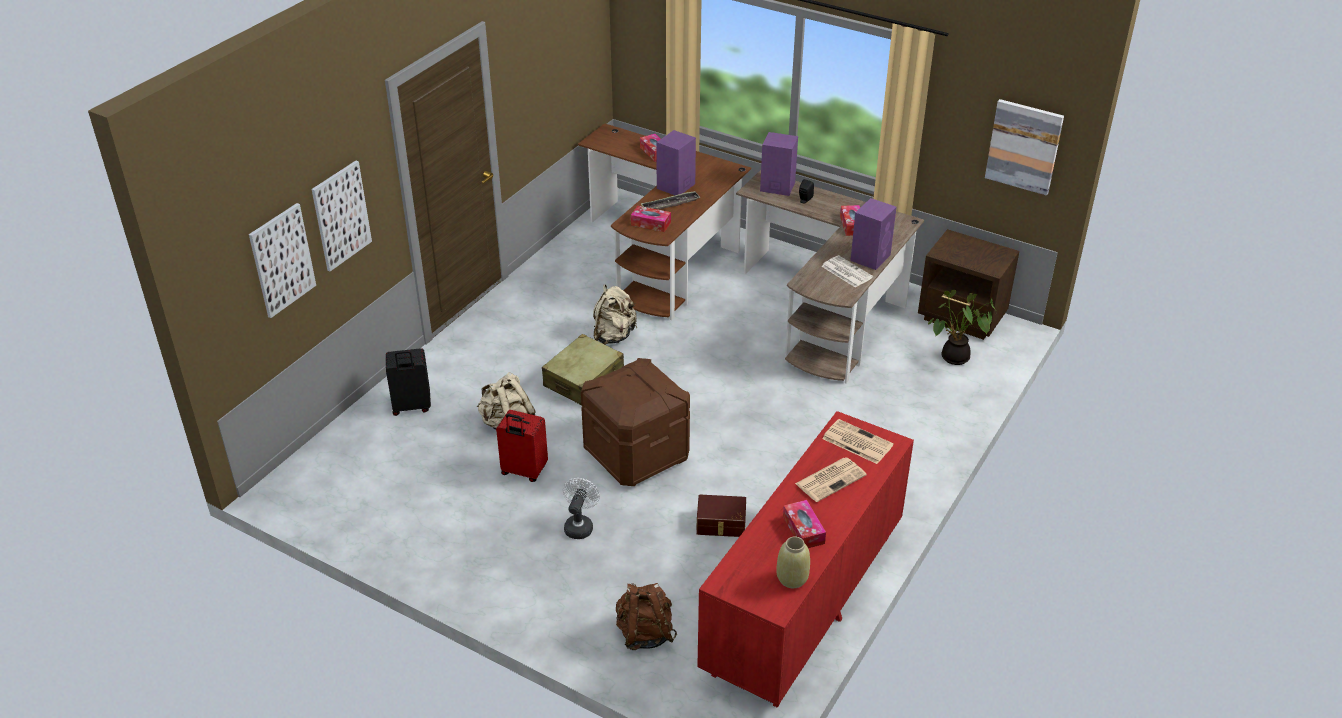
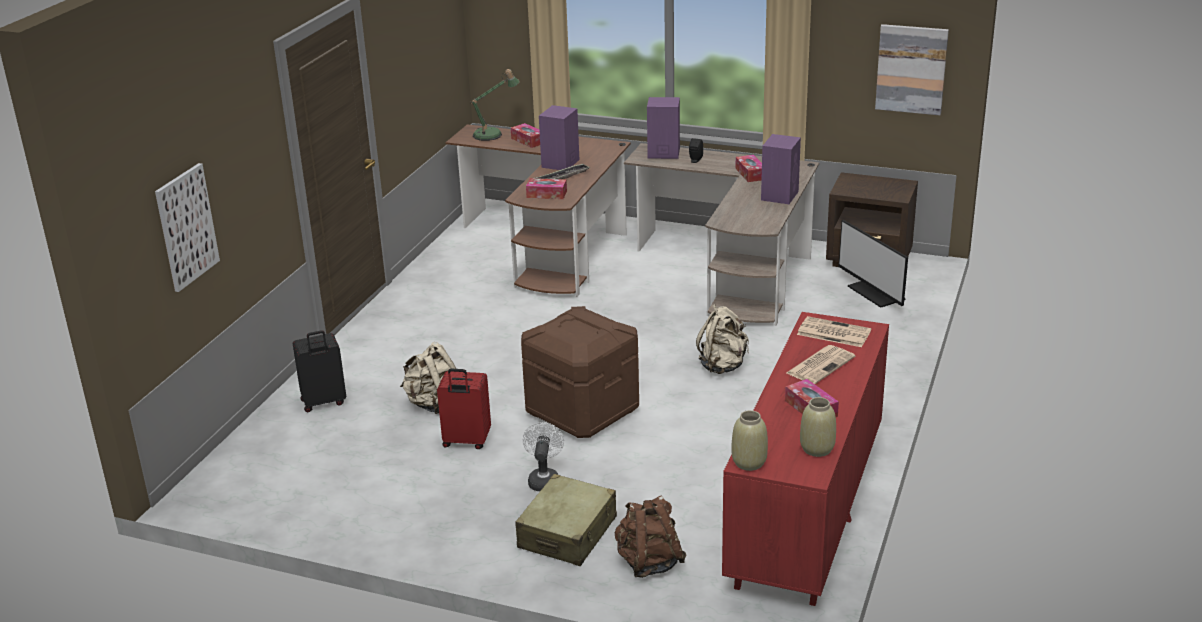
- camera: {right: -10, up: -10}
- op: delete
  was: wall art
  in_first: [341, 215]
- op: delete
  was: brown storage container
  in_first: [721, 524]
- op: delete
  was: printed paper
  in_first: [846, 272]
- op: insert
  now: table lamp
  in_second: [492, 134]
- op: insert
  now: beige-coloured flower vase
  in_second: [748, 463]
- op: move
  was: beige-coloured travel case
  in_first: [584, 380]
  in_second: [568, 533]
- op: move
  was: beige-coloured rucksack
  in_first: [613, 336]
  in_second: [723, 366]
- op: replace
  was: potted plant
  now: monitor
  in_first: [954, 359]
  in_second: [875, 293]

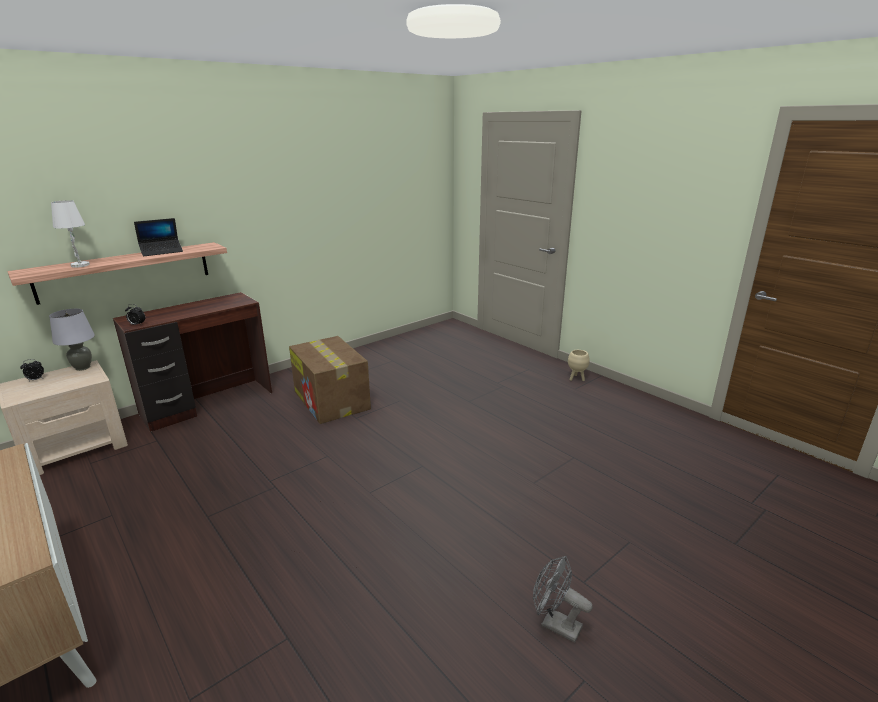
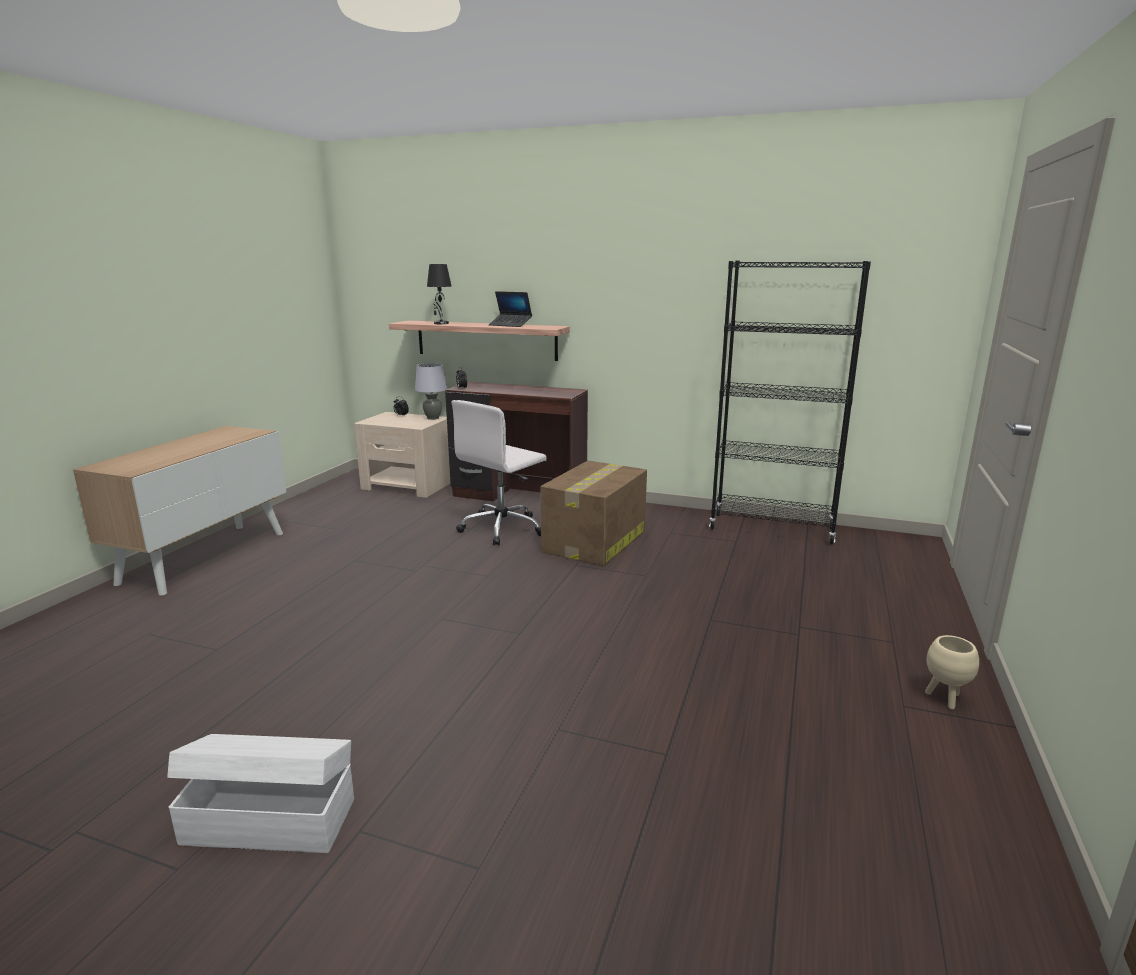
- camera: {right: 60, up: -5}
- op: insert
  now: white desk chair
  in_second: [503, 528]
- op: insert
  now: black bookshelf
  in_second: [772, 529]
- op: replace
  was: gray electric fan
  now: white storage container
  in_first: [555, 624]
  in_second: [269, 819]
- op: recolor
  was: white table lamp
  now: black table lamp
  in_first: [80, 265]
  in_second: [441, 323]

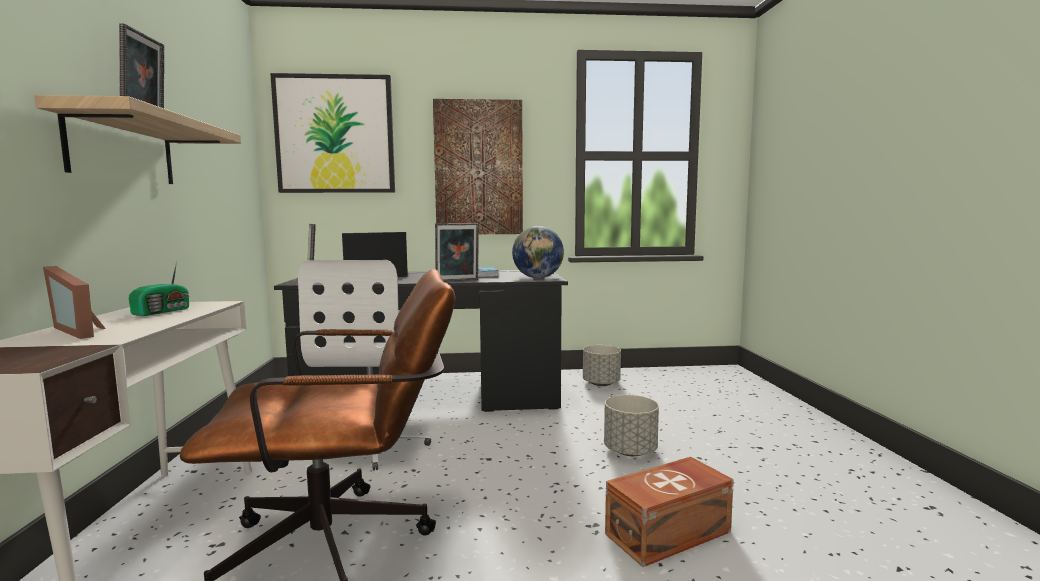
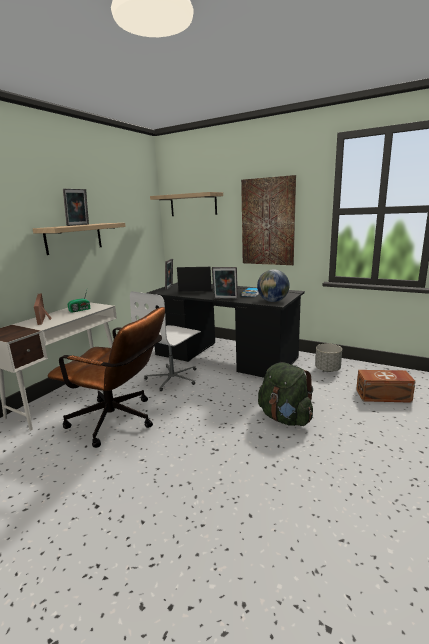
- camera: {right: 35, up: 10}
- op: move
  was: brown storage container
  in_first: [670, 533]
  in_second: [384, 396]
- op: replace
  was: wall art
  now: wall shelf
  in_first: [335, 134]
  in_second: [193, 205]
- op: replace
  was: gray flower pot
  now: green rucksack
  in_first: [630, 451]
  in_second: [285, 418]

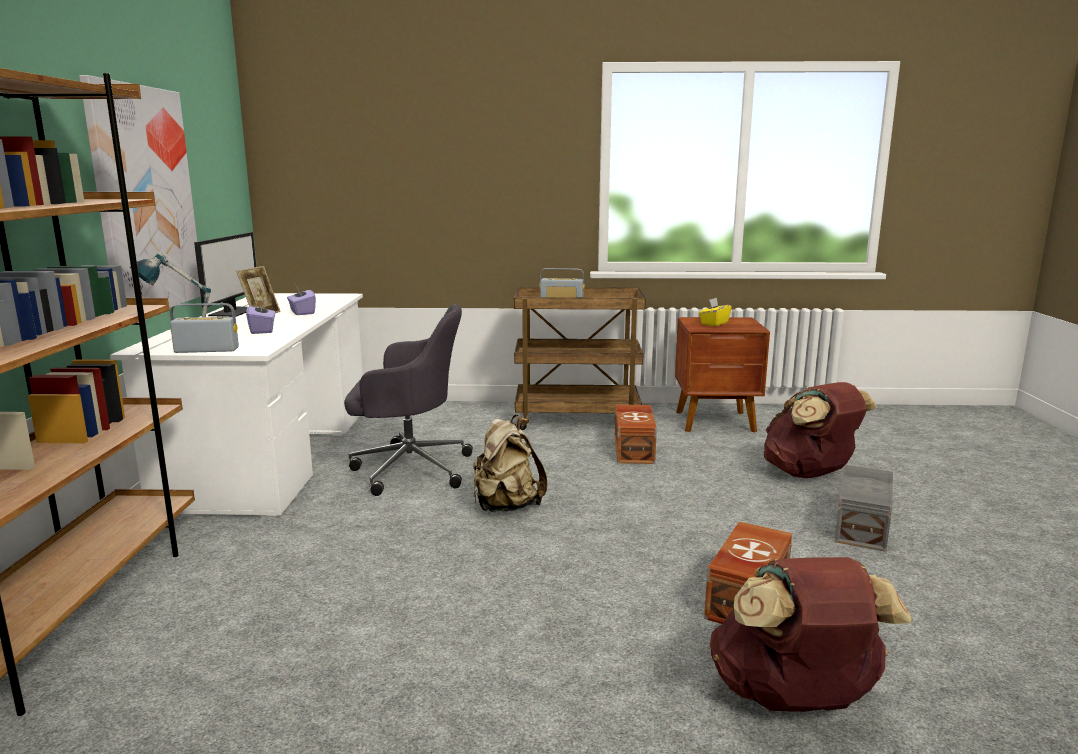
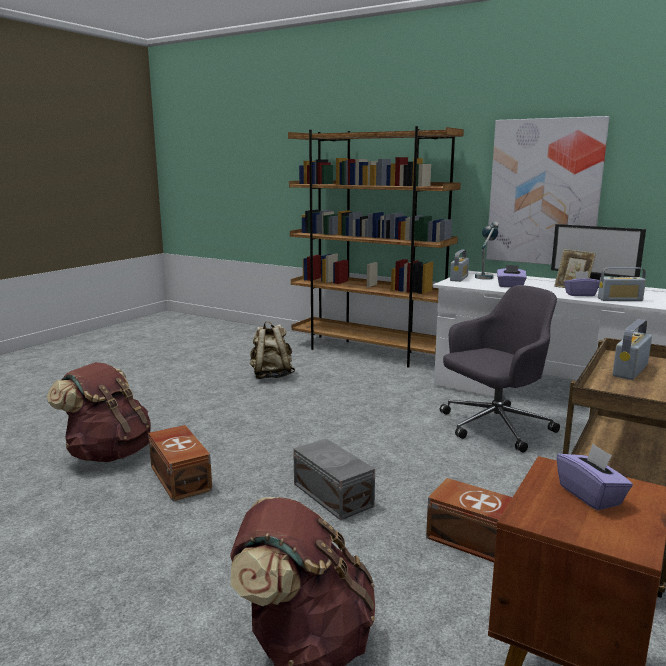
- camera: {right: 120, up: 0}
- op: insert
  now: radio
  in_second: [620, 299]
- op: move
  was: beige-coloured rucksack
  in_first: [506, 507]
  in_second: [271, 376]
- op: move
  was: gray storage container
  in_first: [863, 526]
  in_second: [332, 496]
- op: recolor
  was: yellow-coloured box of tissues
  now: purple-coloured box of tissues
  in_first: [714, 323]
  in_second: [590, 495]
- op: rotate
  was: gray desk chair
  in_first: [408, 468]
  in_second: [494, 427]
  clockwise: -150

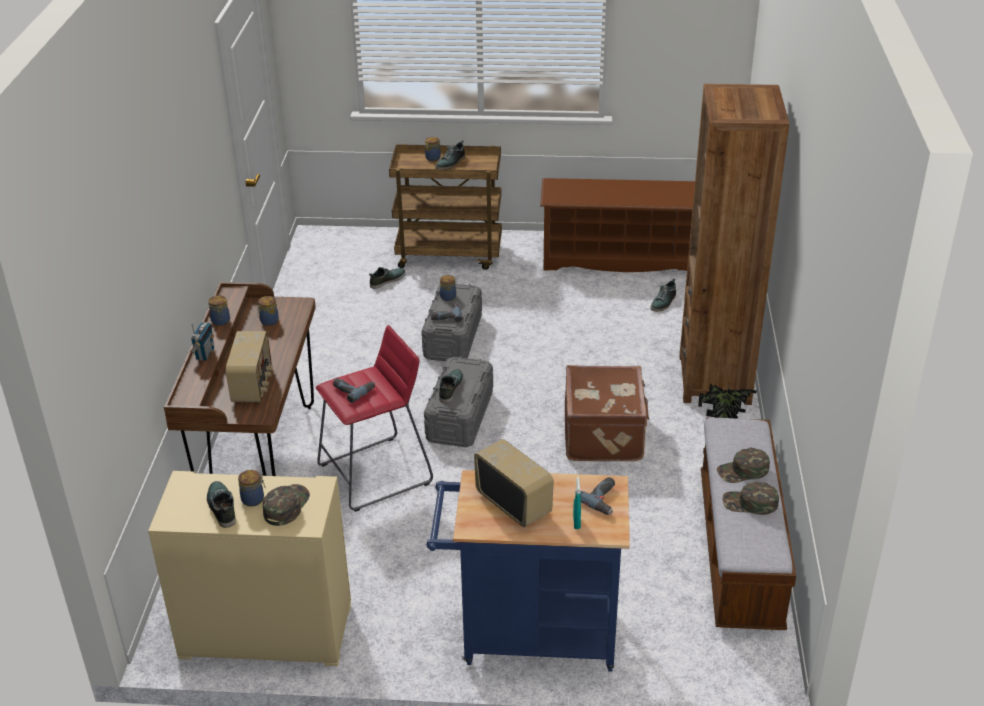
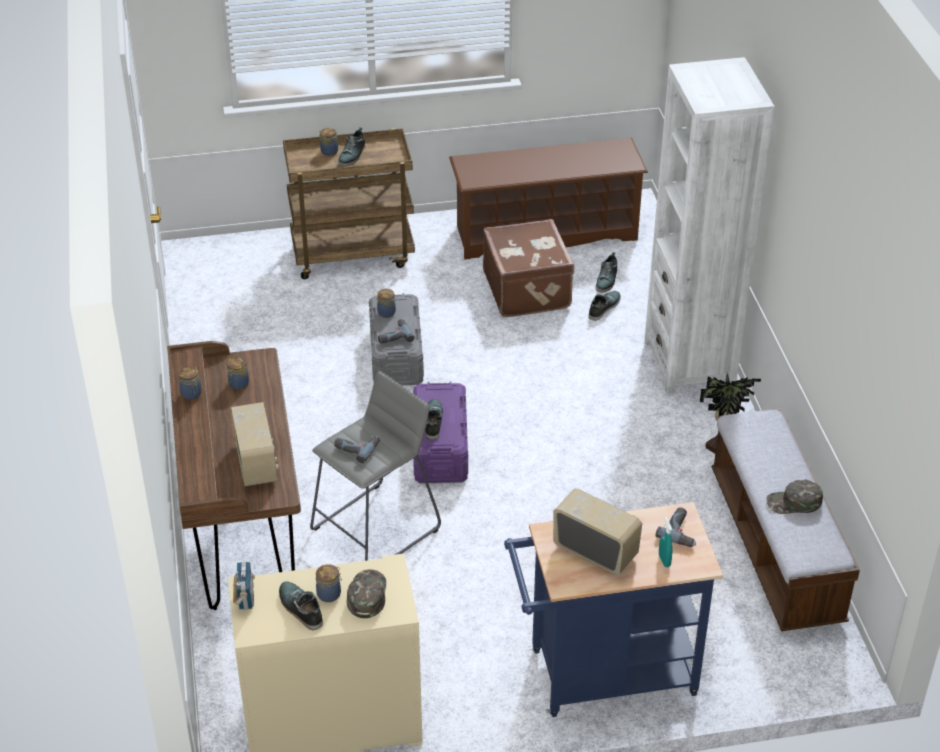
- camera: {right: -15, up: 5}
- op: delete
  was: green peaked cap
  in_first: [743, 471]
- op: move
  was: radio
  in_first: [204, 354]
  in_second: [245, 599]
- op: move
  was: low shoe
  in_first: [387, 280]
  in_second: [603, 307]
- op: move
  was: brown travel case
  in_first: [605, 435]
  in_second: [528, 290]
- op: recolor
  was: reddish sitting stool
  now: gray sitting stool
  in_first: [375, 474]
  in_second: [376, 529]
- op: recolor
  was: gray storage container
  now: purple-coloured storage container
  in_first: [459, 417]
  in_second: [440, 448]
- op: recolor
  was: brown bookshelf
  now: white bookshelf
  in_first: [715, 379]
  in_second: [690, 362]

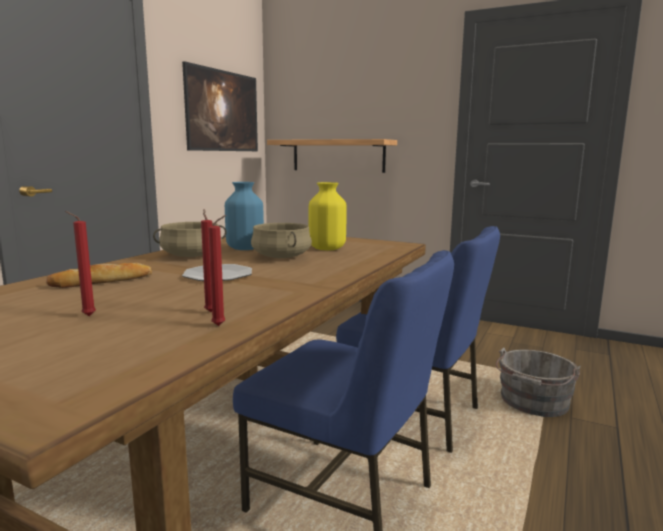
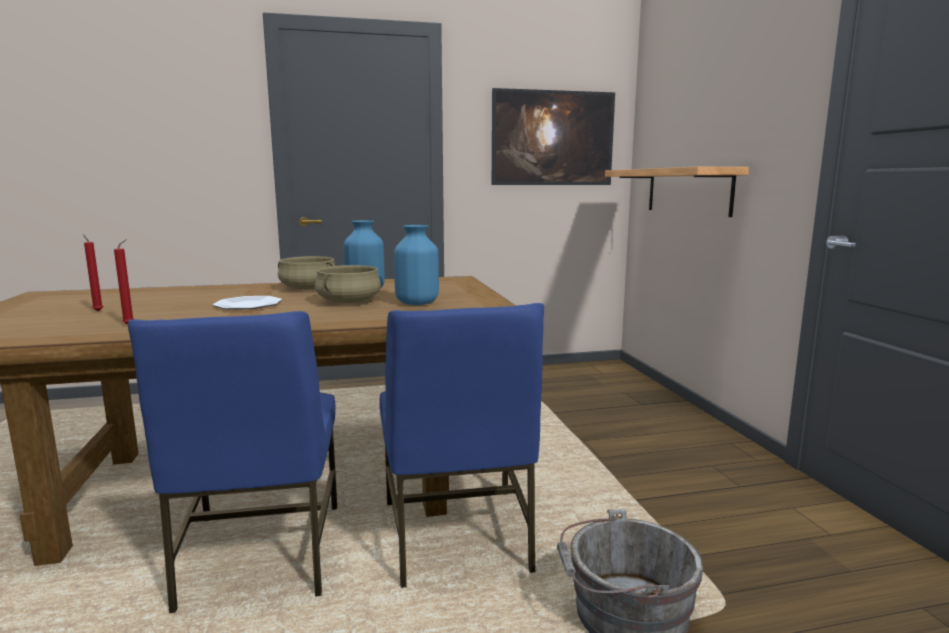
- camera: {right: 50, up: 0}
- op: delete
  was: baked bread
  in_first: [103, 281]
- op: delete
  was: reddish wax candle
  in_first: [221, 326]
- op: recolor
  was: yellow-coloured flower vase
  now: bluish flower vase
  in_first: [327, 248]
  in_second: [417, 303]

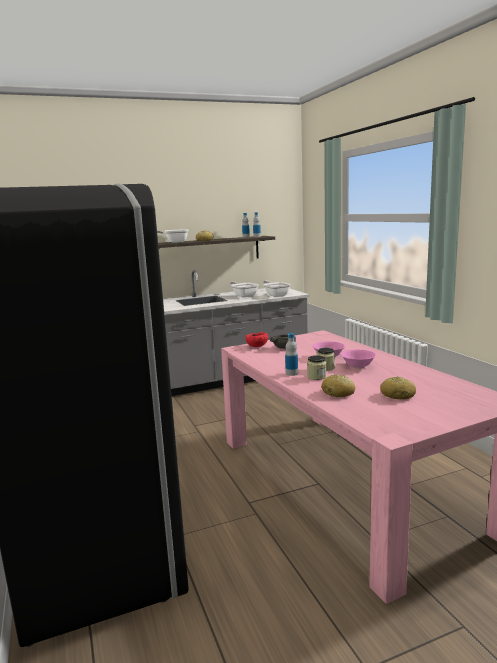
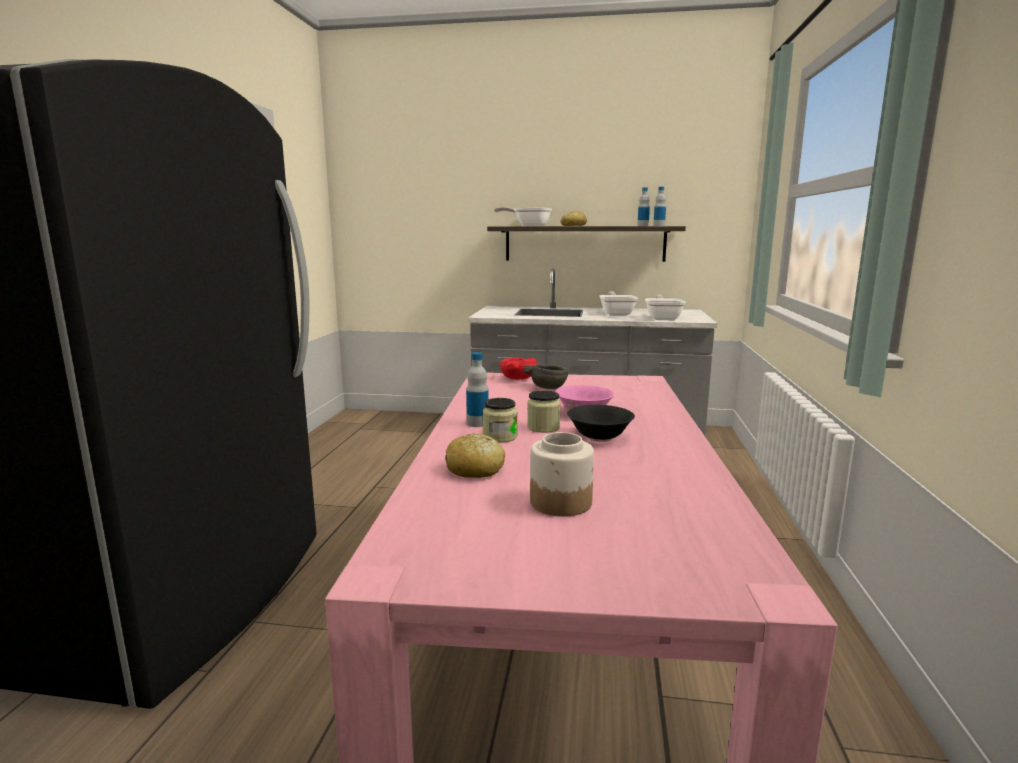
- camera: {right: 30, up: 0}
- op: replace
  was: baked bread
  now: jar
  in_first: [398, 395]
  in_second: [561, 502]
- op: recolor
  was: pinkish deep dish
  now: black deep dish
  in_first: [358, 366]
  in_second: [599, 437]

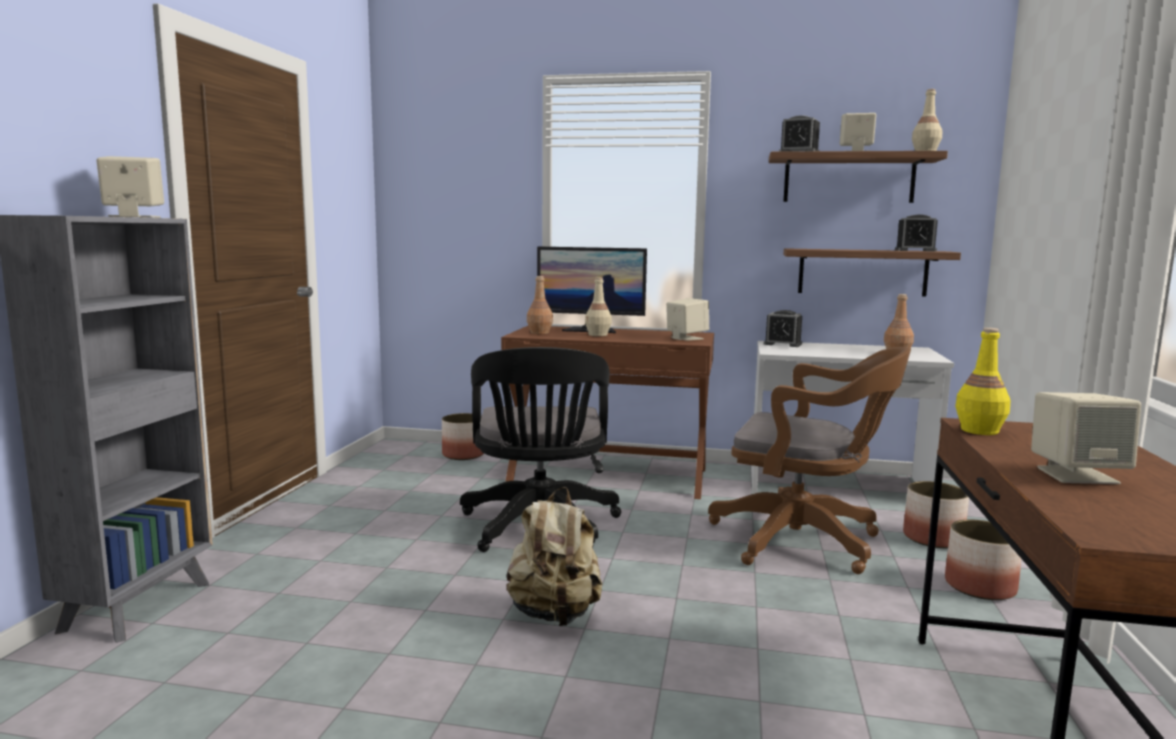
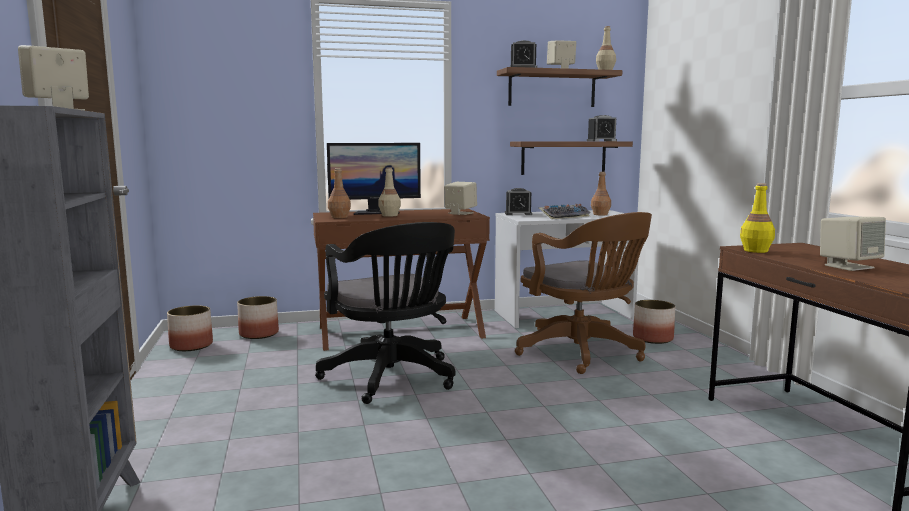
- camera: {right: -25, up: 0}
- op: delete
  was: beige-coloured rucksack
  in_first: [555, 614]
- op: insert
  now: computer keyboard
  in_second: [564, 216]
- op: move
  was: flower pot
  in_first: [980, 587]
  in_second: [191, 345]
- op: rotate
  was: brown desk chair
  in_first: [804, 541]
  in_second: [583, 354]
  clockwise: 60

